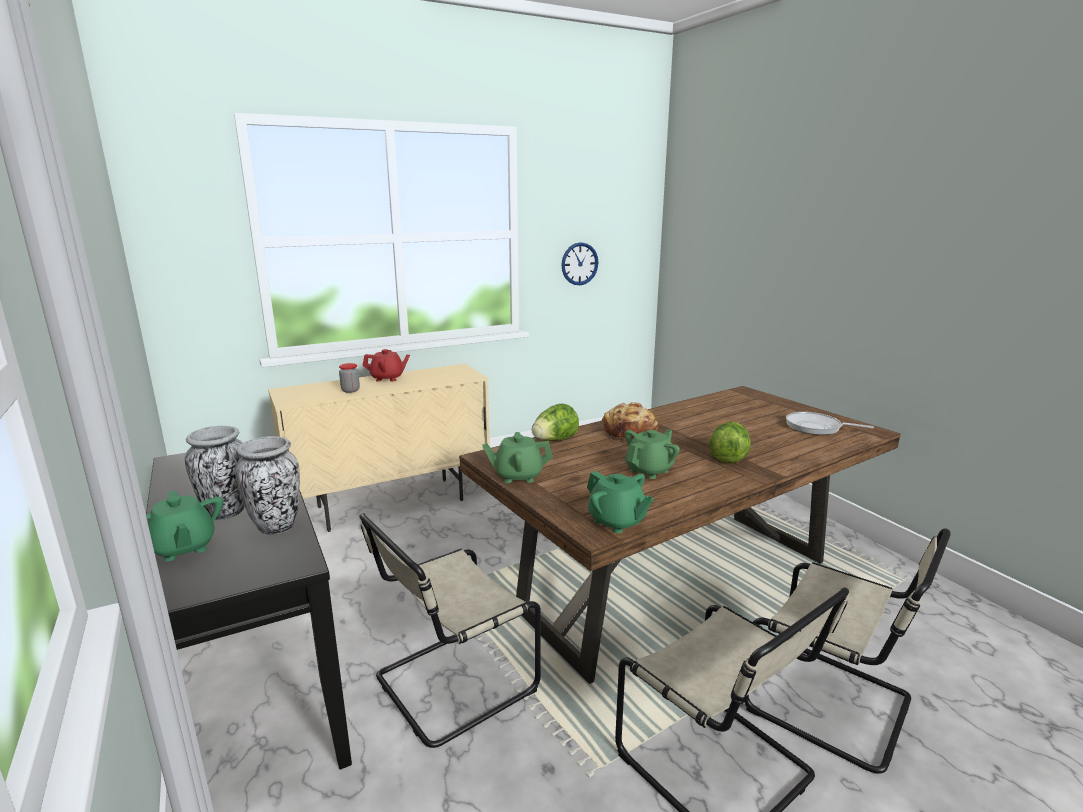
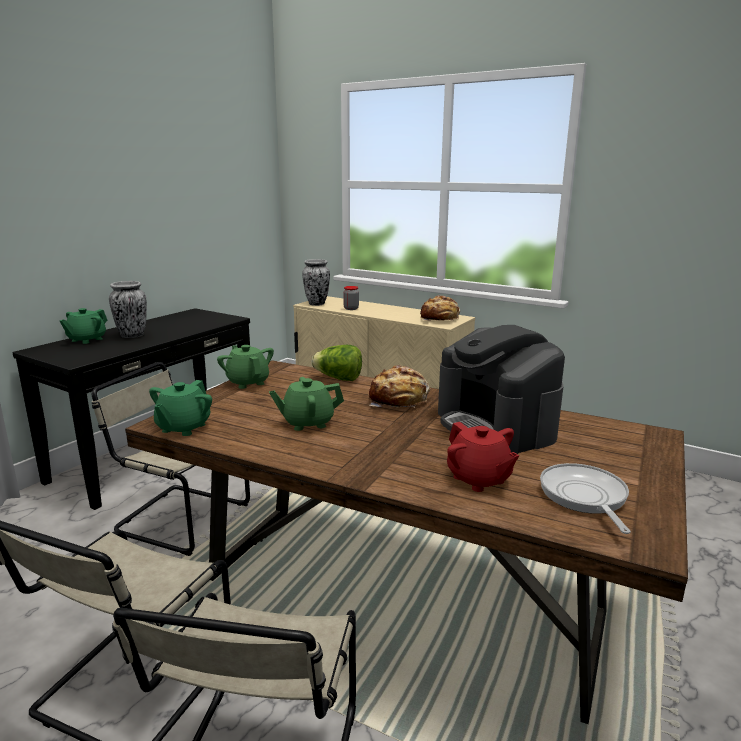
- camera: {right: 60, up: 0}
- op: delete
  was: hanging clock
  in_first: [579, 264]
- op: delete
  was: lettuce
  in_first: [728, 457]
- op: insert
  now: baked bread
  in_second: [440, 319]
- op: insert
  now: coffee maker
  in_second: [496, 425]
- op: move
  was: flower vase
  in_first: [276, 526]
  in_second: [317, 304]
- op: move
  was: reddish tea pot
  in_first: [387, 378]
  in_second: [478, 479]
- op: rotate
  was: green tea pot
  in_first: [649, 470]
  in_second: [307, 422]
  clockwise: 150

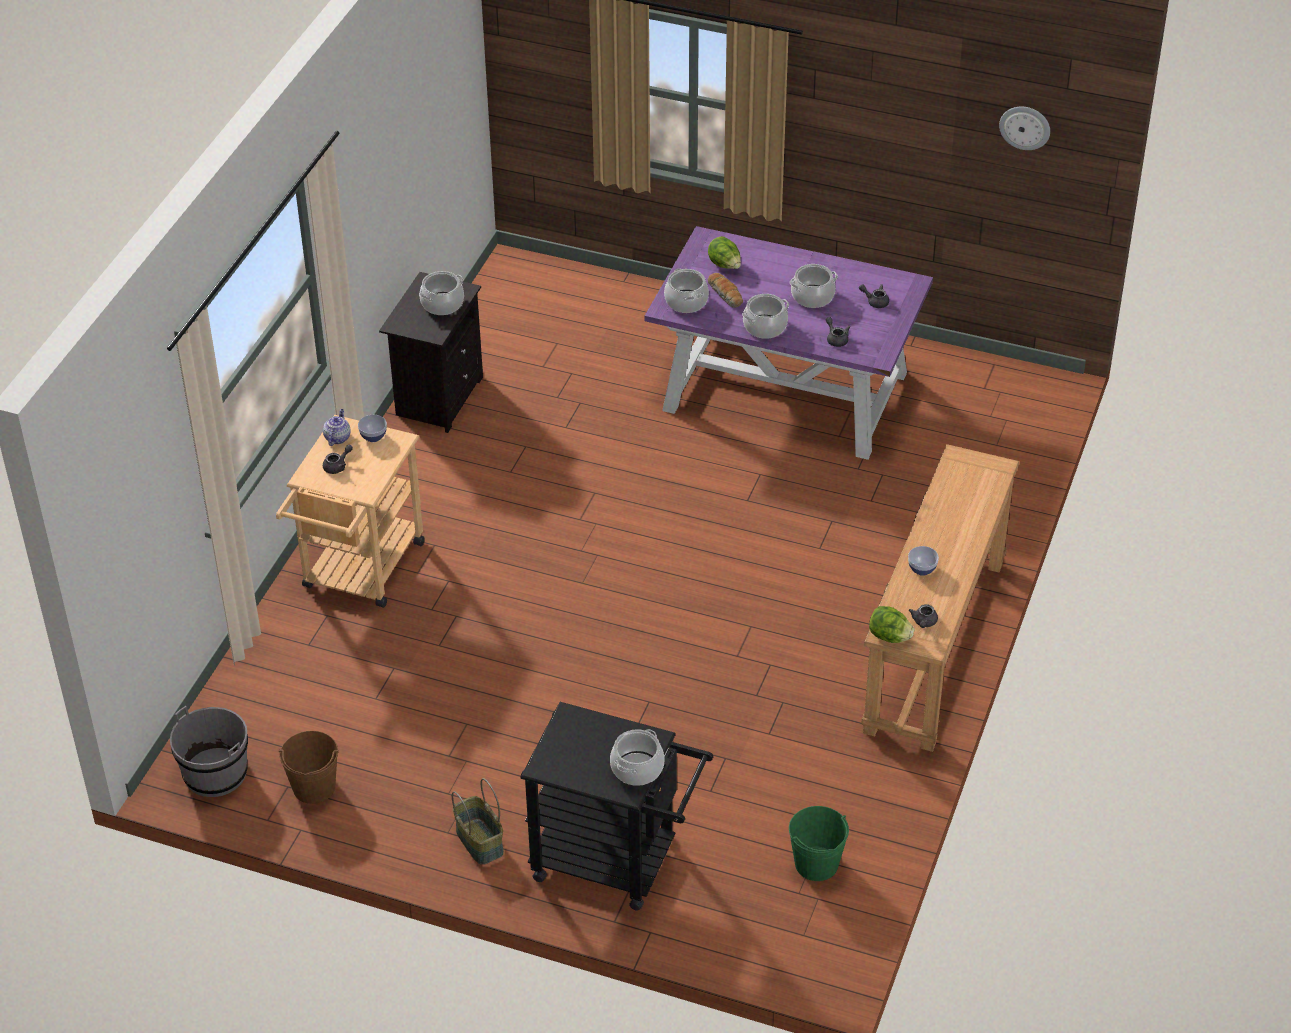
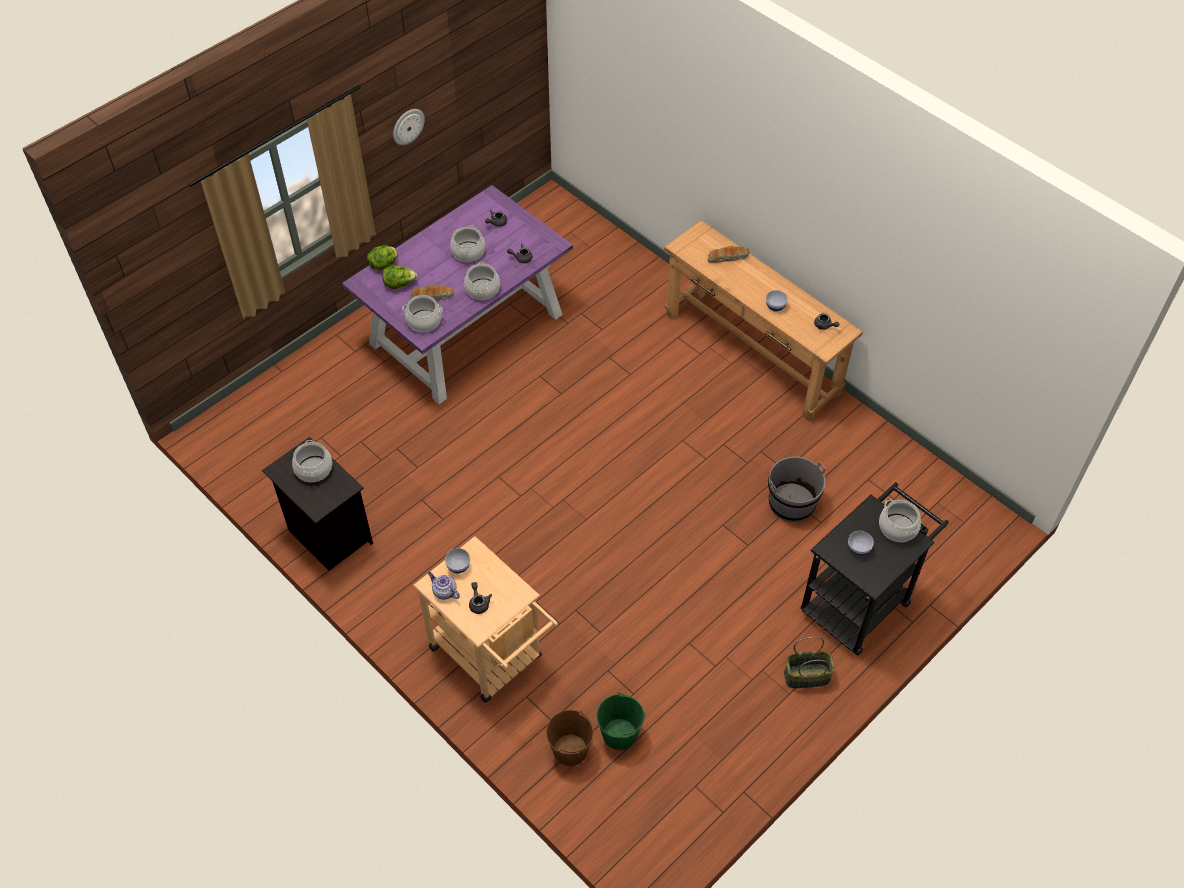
- camera: {right: -65, up: 10}
- op: insert
  now: baked bread
  in_second: [727, 257]
- op: insert
  now: deep dish
  in_second: [858, 549]
- op: move
  was: gray pail
  in_first: [215, 773]
  in_second: [791, 503]
- op: move
  was: brown pail
  in_first: [314, 787]
  in_second: [570, 750]
- op: move
  was: green pail
  in_first: [816, 864]
  in_second: [619, 734]
- op: move
  was: lettuce
  in_first: [889, 637]
  in_second: [384, 265]
- op: move
  was: hanging clock
  in_first: [1025, 127]
  in_second: [407, 126]

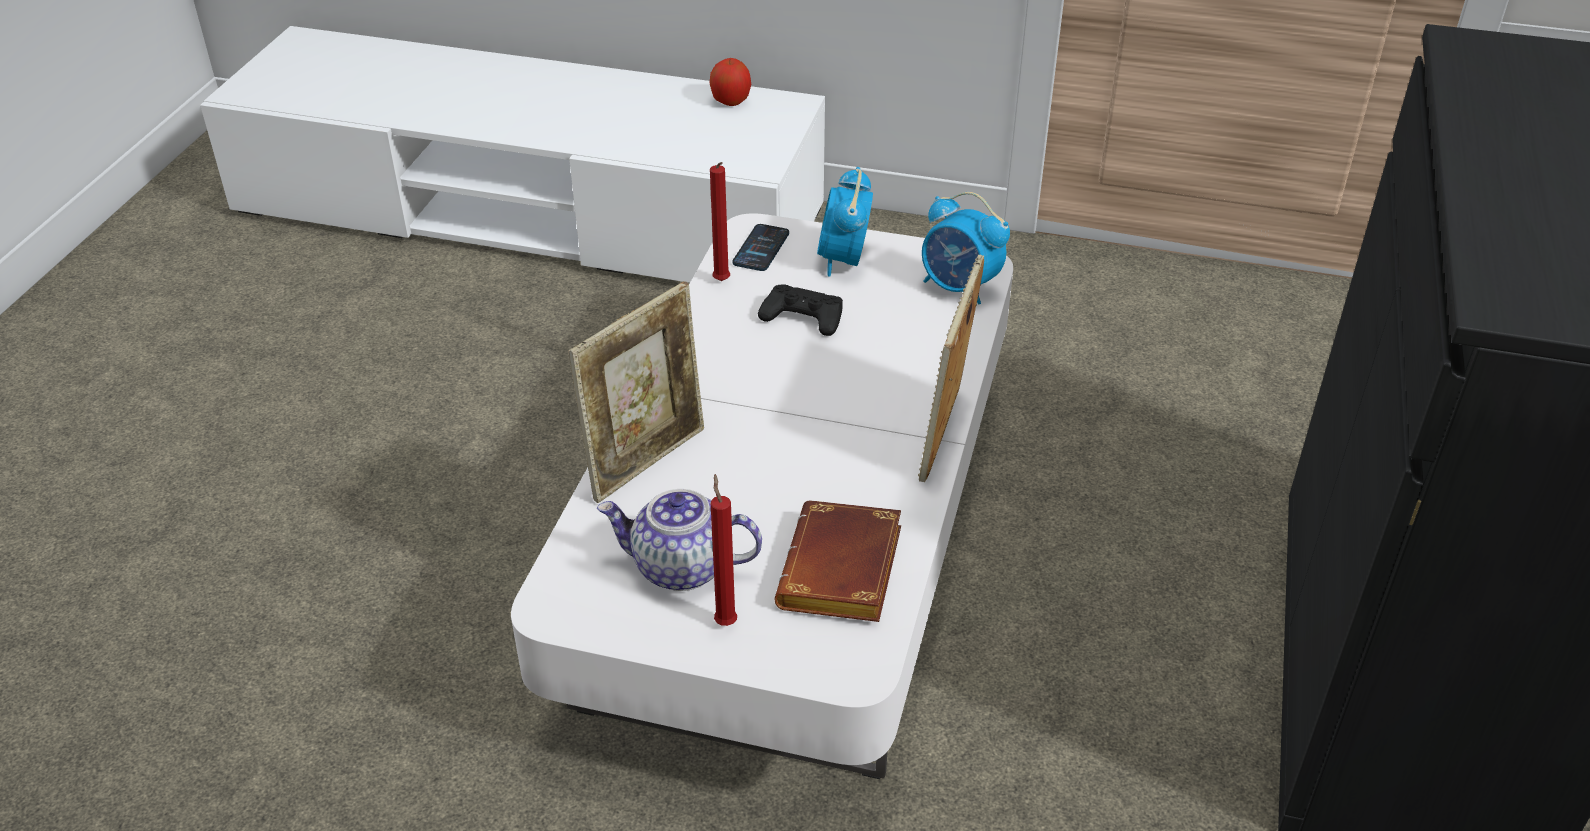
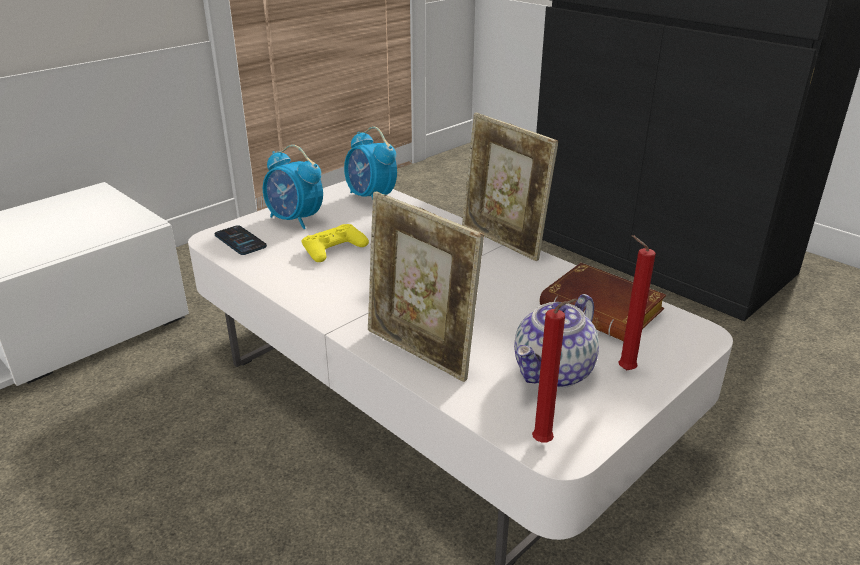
- camera: {right: -60, up: -10}
- op: delete
  was: whole apple
  in_first: [731, 101]
- op: move
  was: reddish wax candle
  in_first: [722, 282]
  in_second: [545, 442]
- op: recolor
  was: black gamepad
  now: yellow-coloured gamepad
  in_first: [803, 317]
  in_second: [334, 249]
- op: rotate
  was: standing frame
  in_first: [647, 460]
  in_second: [420, 352]
  clockwise: 150
- op: rotate
  was: bedside clock
  in_first: [959, 287]
  in_second: [371, 197]
  clockwise: 75

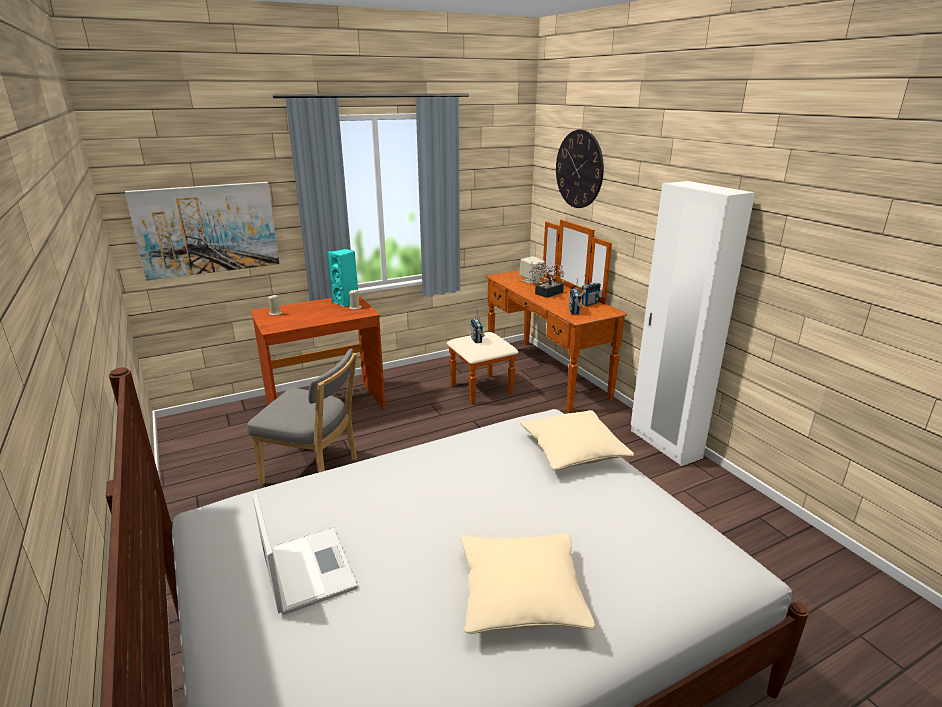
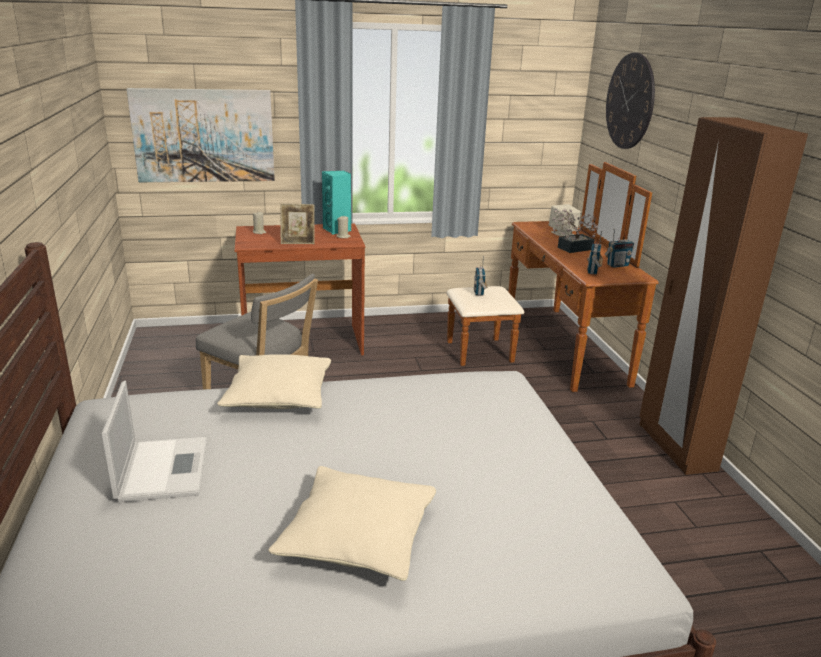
- camera: {right: 15, up: 0}
- op: insert
  now: standing frame
  in_second: [298, 242]
- op: move
  was: beige-coloured pillow
  in_first: [573, 451]
  in_second: [278, 396]
- op: recolor
  was: white wardrobe
  now: brown wardrobe
  in_first: [664, 444]
  in_second: [675, 447]

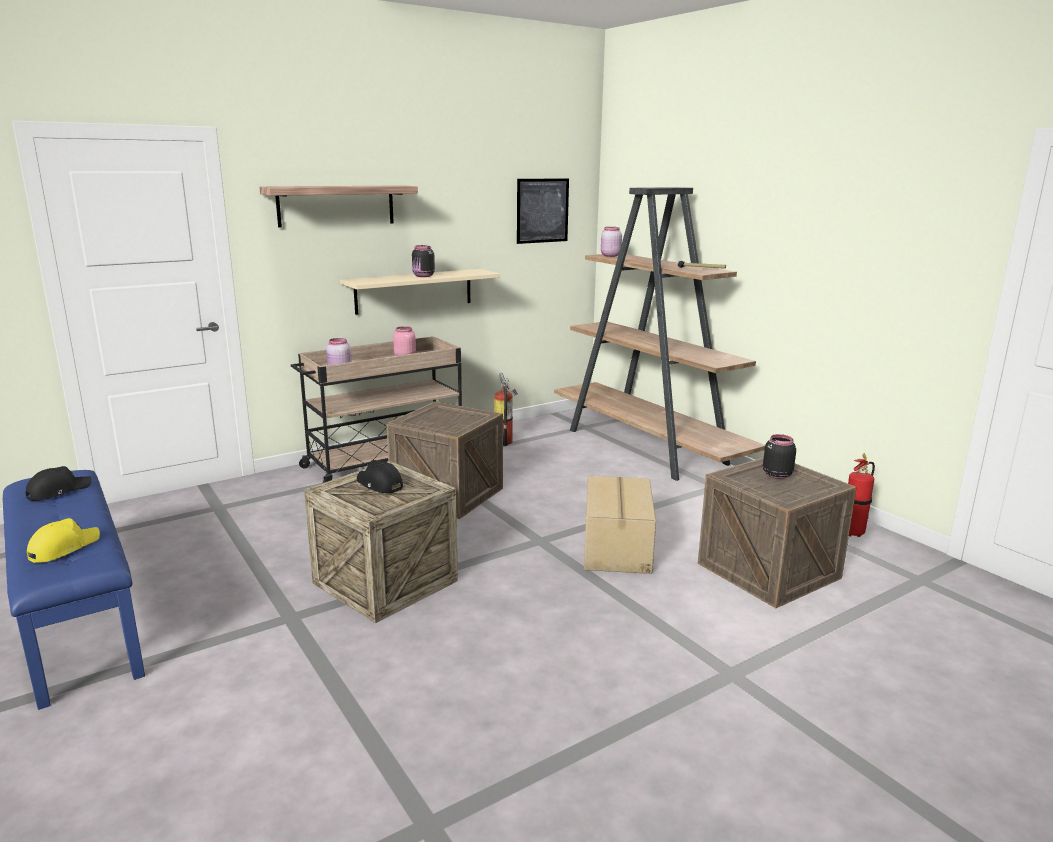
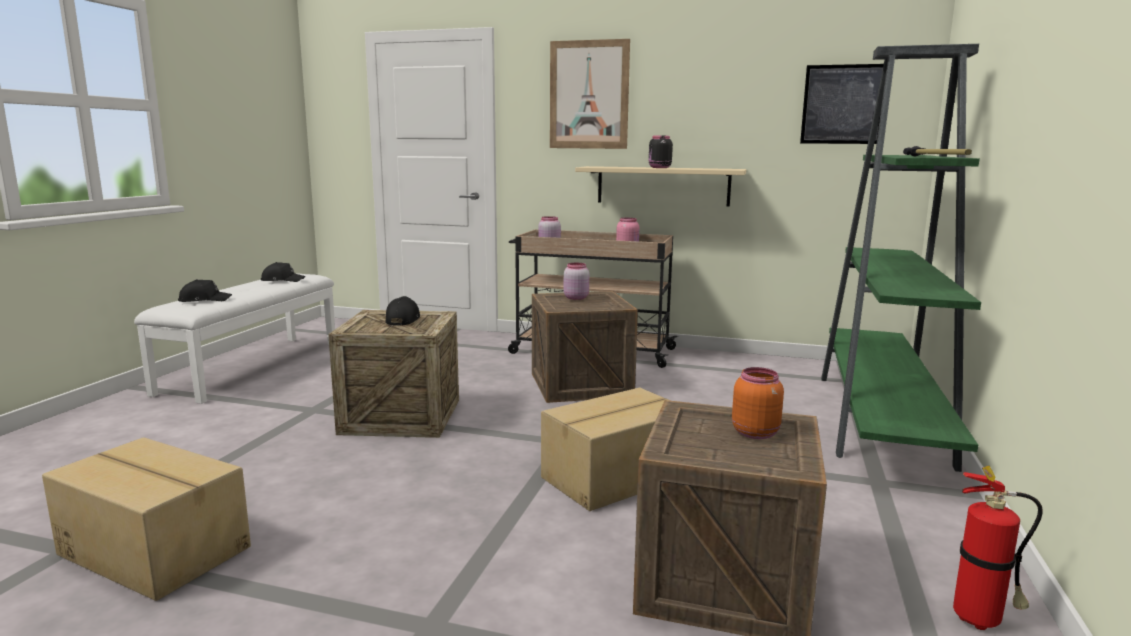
- camera: {right: 50, up: -5}
- op: delete
  was: fire-fighting cylinder
  in_first: [504, 441]
- op: insert
  now: cardboard box
  in_second: [156, 549]
- op: move
  was: pinkish jar
  in_first: [610, 255]
  in_second: [575, 298]
- op: replace
  was: wall shelf
  now: wall art
  in_first: [336, 205]
  in_second: [589, 95]
- op: recolor
  was: bluish long seat
  now: white long seat
  in_first: [76, 617]
  in_second: [252, 366]
- op: recolor
  was: yellow-coloured peaked cap
  now: black peaked cap
  in_first: [63, 548]
  in_second: [205, 300]
- op: recolor
  was: brown bookshelf
  now: green bookshelf
  in_first: [647, 448]
  in_second: [881, 419]
- op: recolor
  was: black jar
  now: orange jar
  in_first: [776, 475]
  in_second: [754, 432]

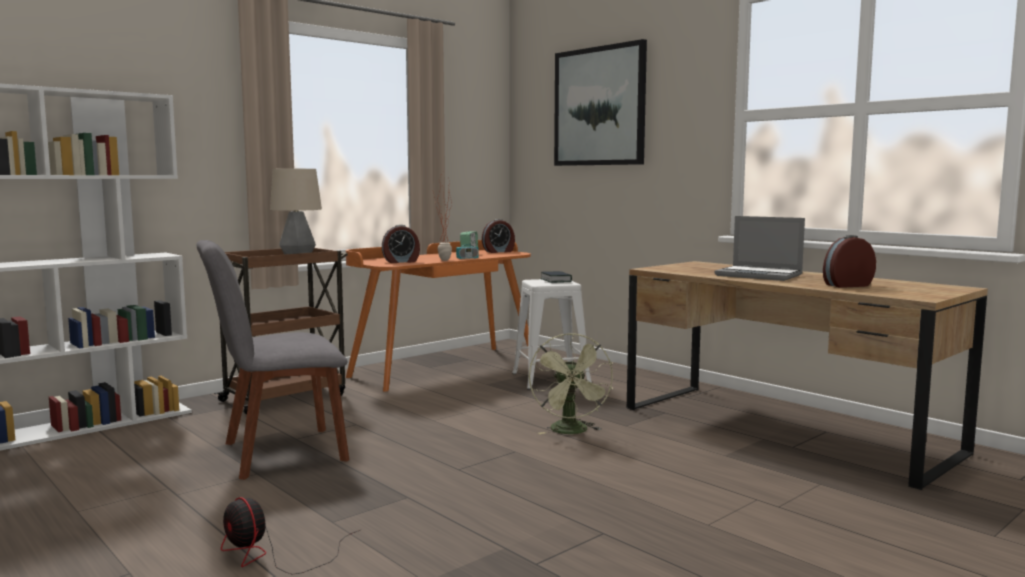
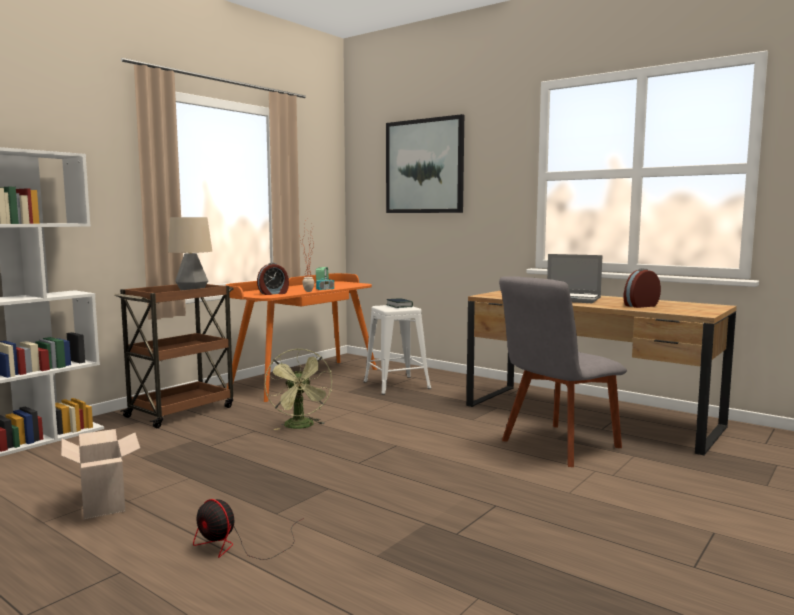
- camera: {right: -10, up: 0}
- op: delete
  was: bedside clock
  in_first: [498, 251]
- op: insert
  now: cardboard box
  in_second: [105, 505]
- op: move
  was: gray chair
  in_first: [277, 453]
  in_second: [557, 445]
- op: move
  was: green electric fan
  in_first: [571, 432]
  in_second: [301, 427]

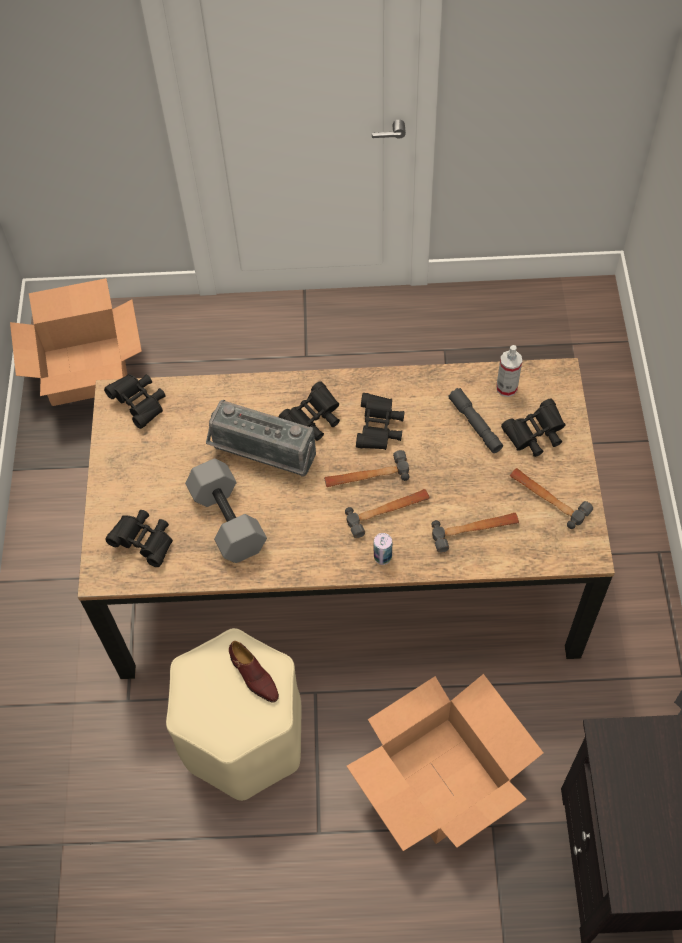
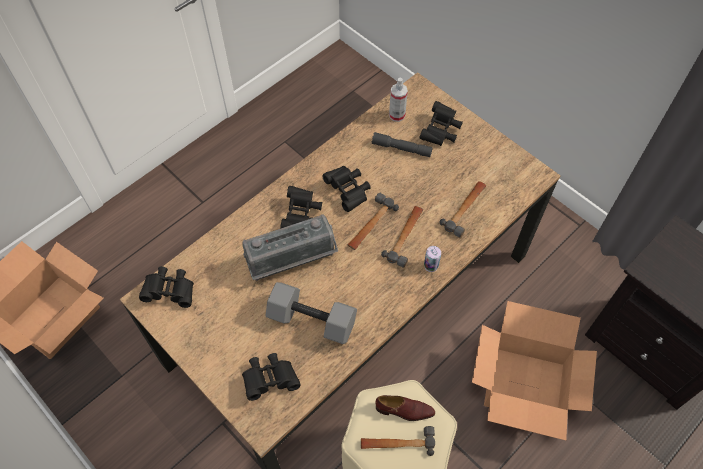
- camera: {right: -45, up: 0}
- op: move
  was: hand hammer
  in_first: [547, 498]
  in_second: [397, 443]

